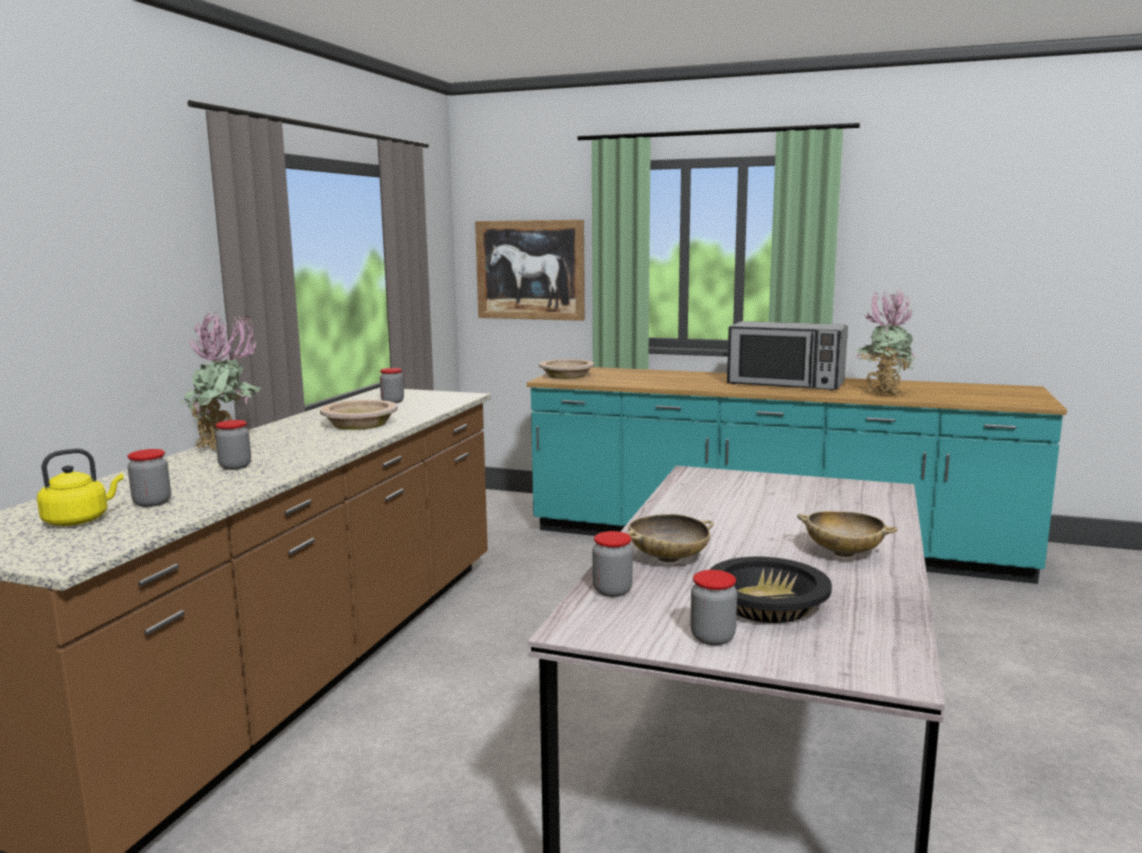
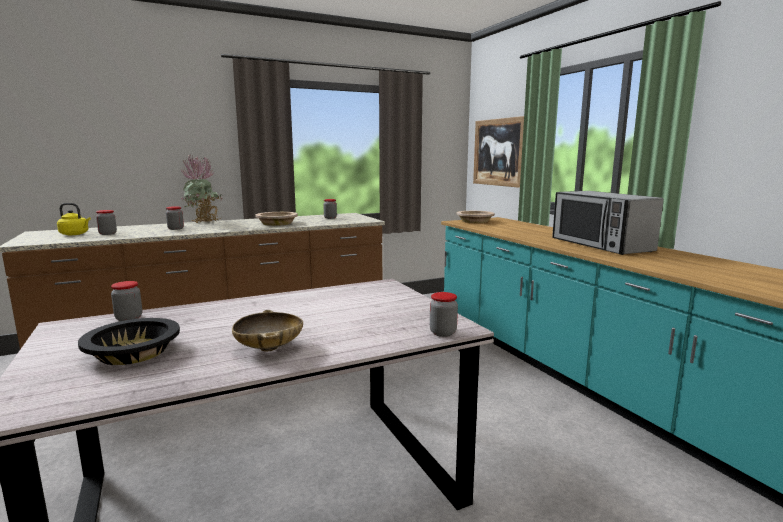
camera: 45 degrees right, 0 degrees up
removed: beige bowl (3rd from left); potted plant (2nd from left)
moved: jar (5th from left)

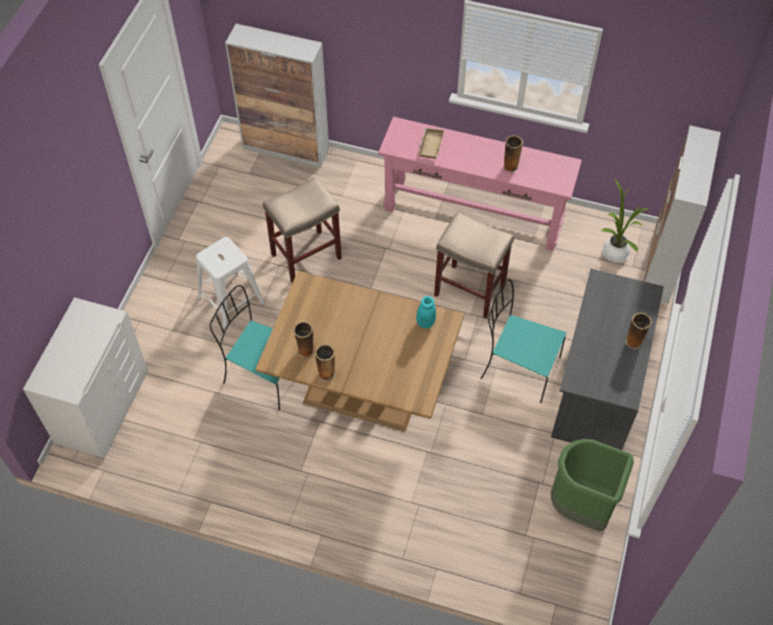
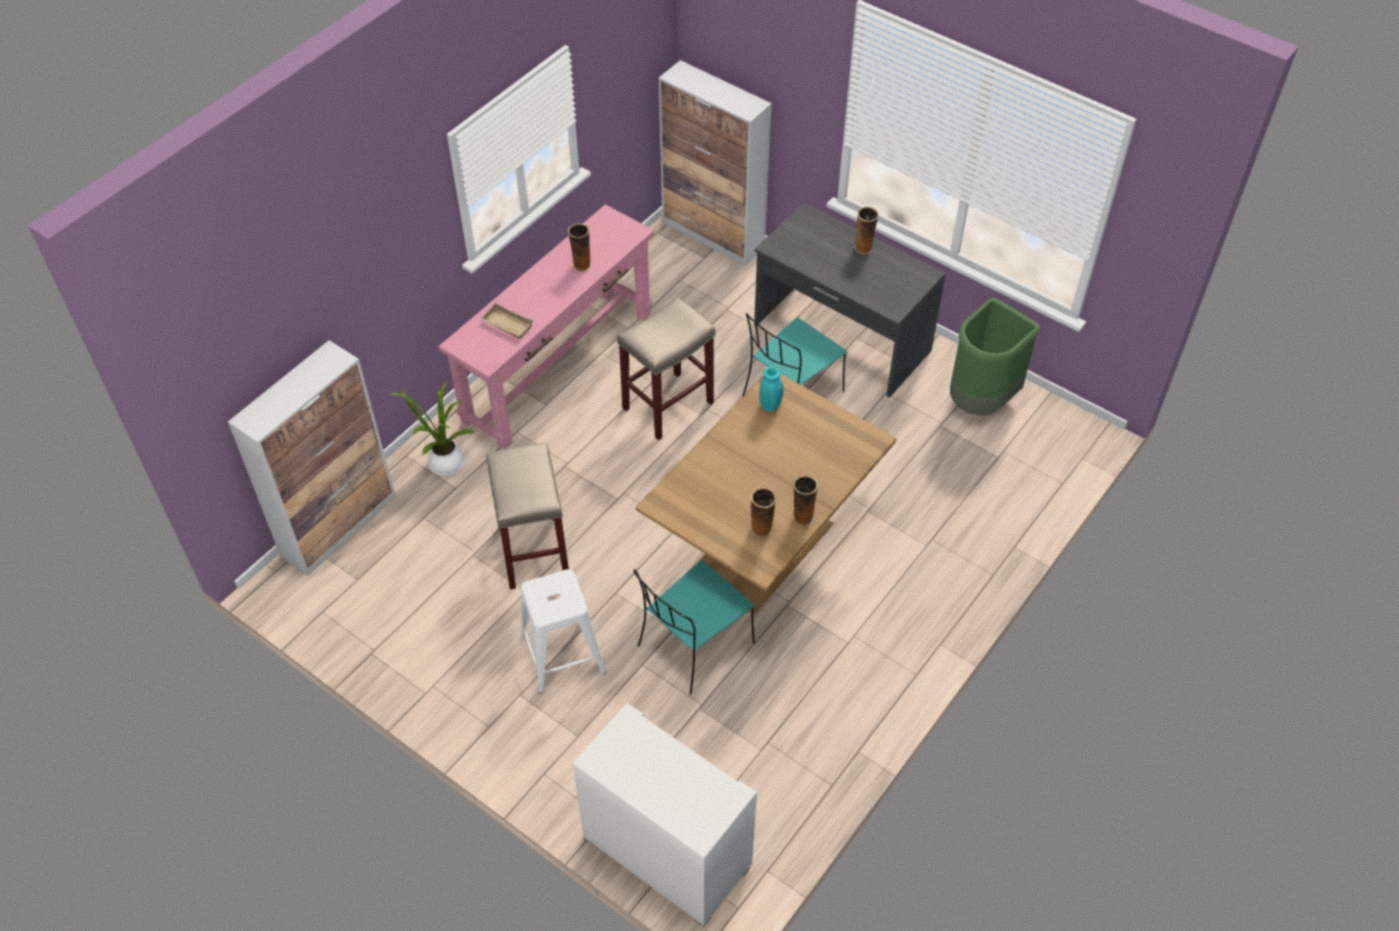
camera: 70 degrees left, 5 degrees down
moved: potted plant

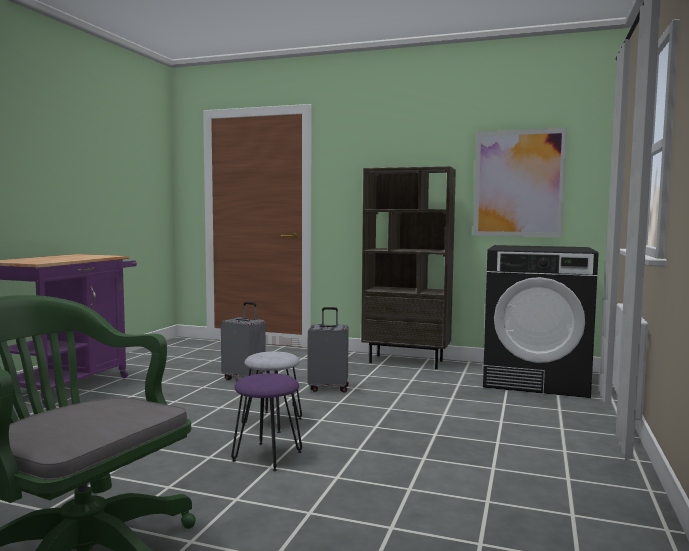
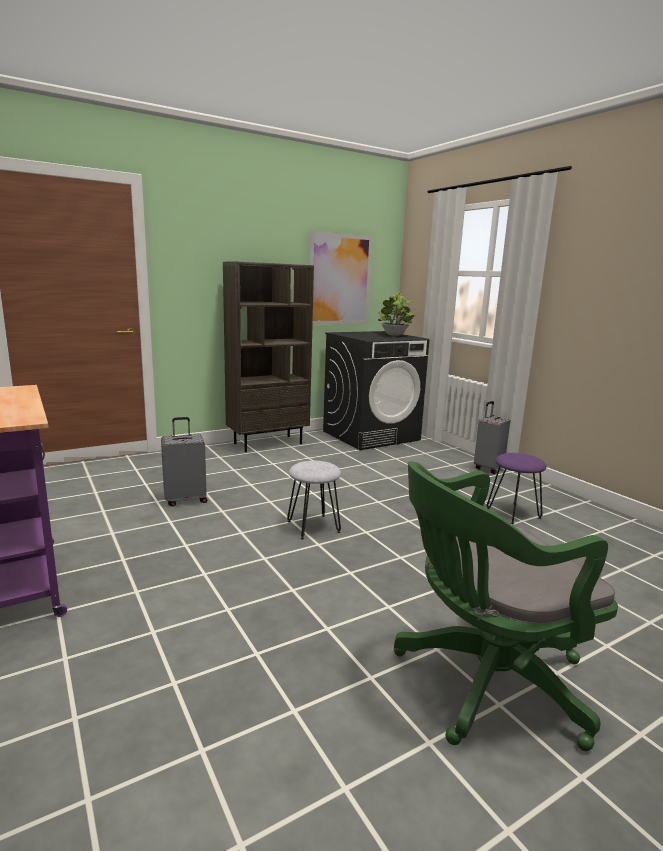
camera: 50 degrees left, 10 degrees up
added: potted plant
moved: purple stool; grey suitcase (2nd from left)

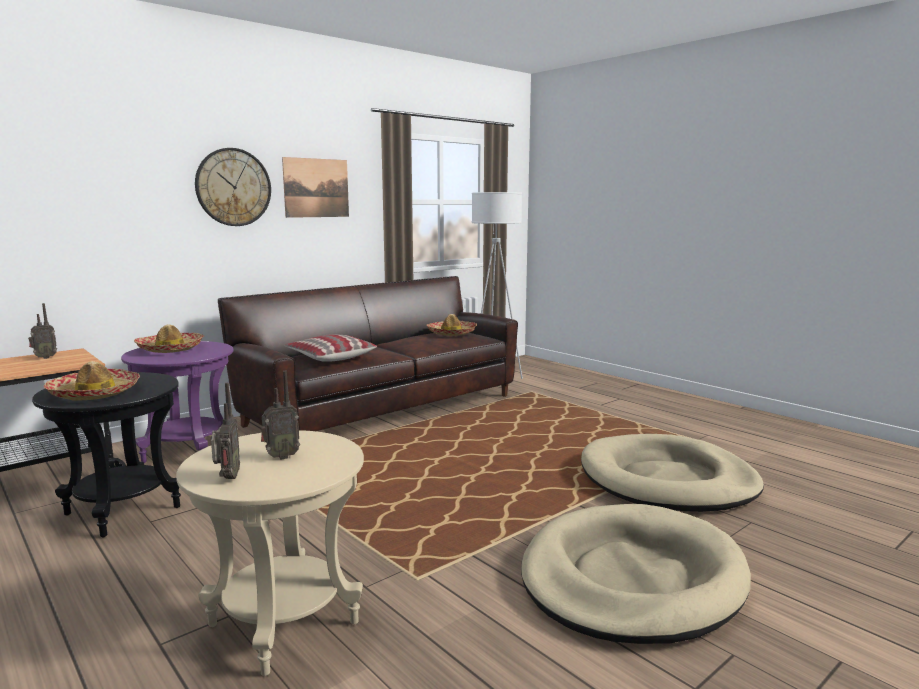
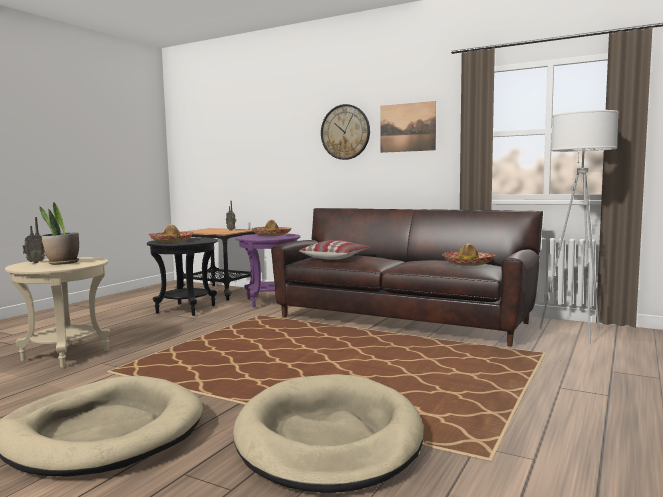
camera: 70 degrees right, 5 degrees down
replaced: radio (3rd from left) to potted plant

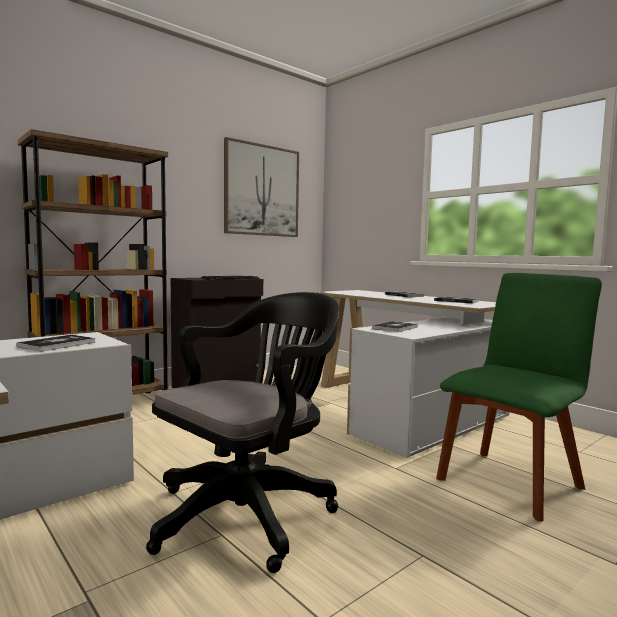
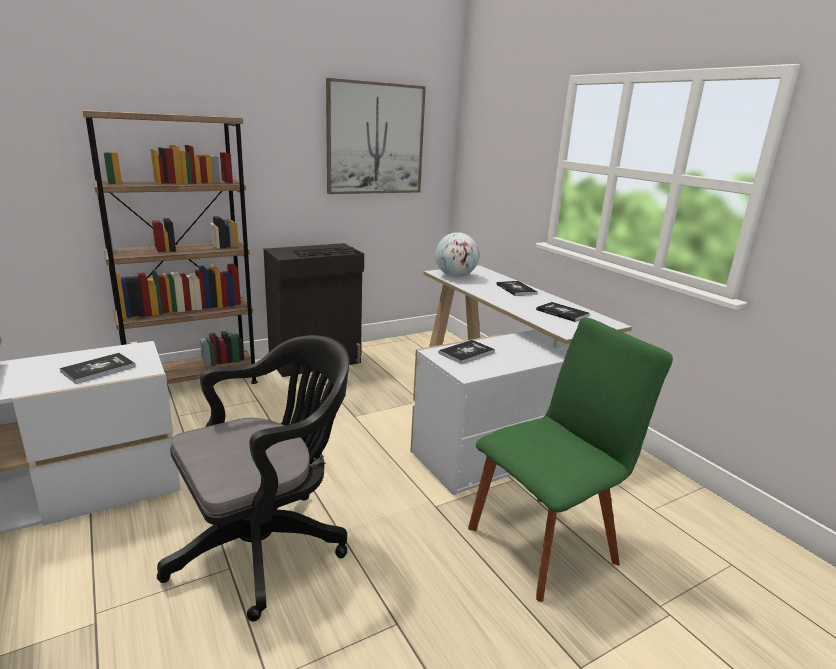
camera: 10 degrees right, 15 degrees up
added: globe

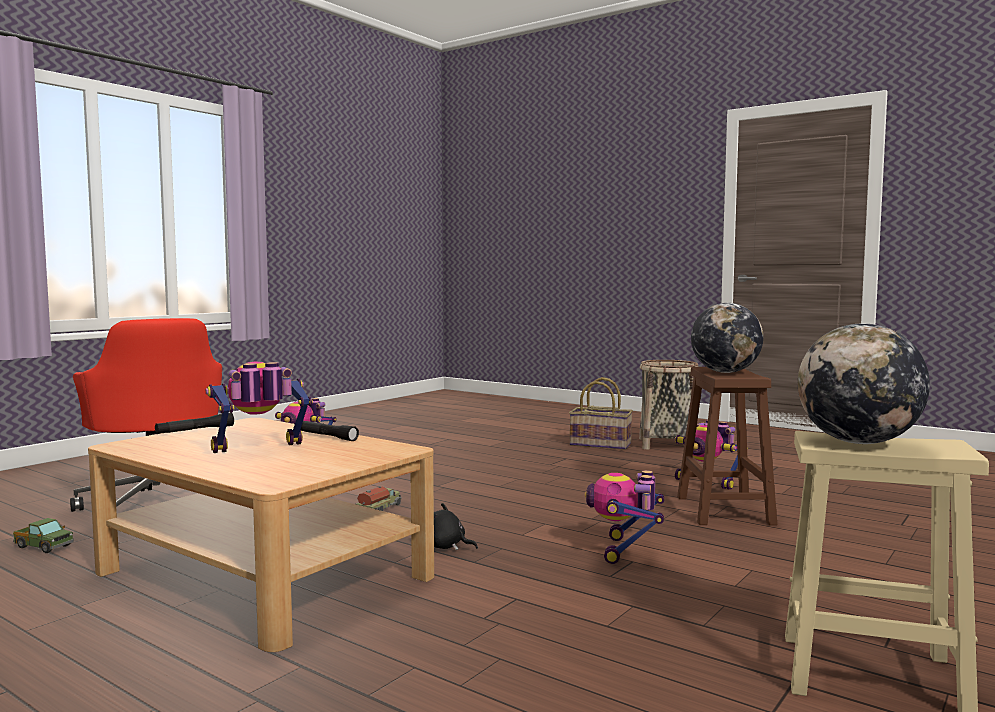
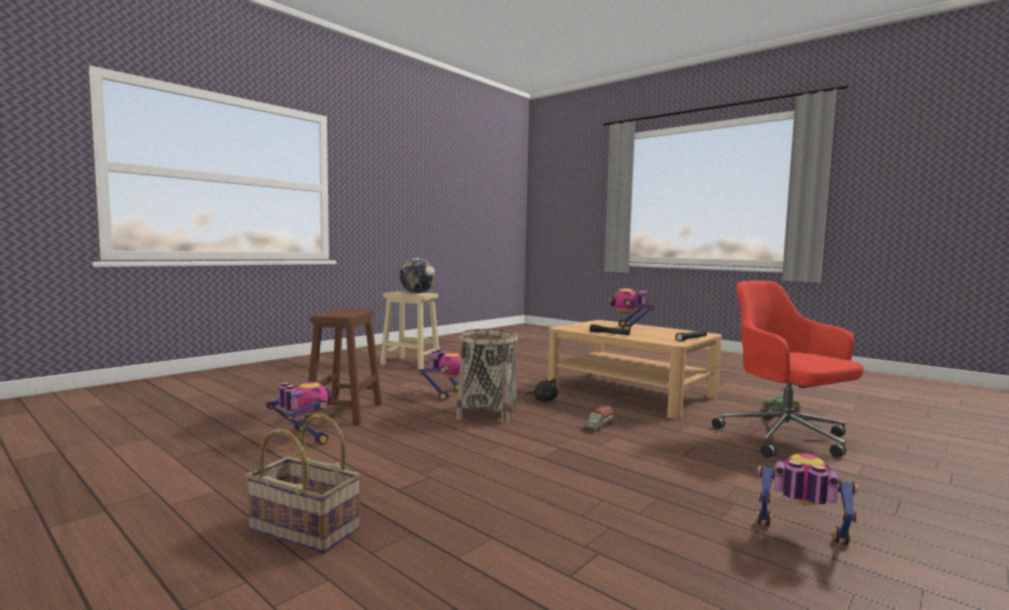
camera: 175 degrees left, 0 degrees up
removed: globe (1st from left)
moved: basket (2nd from left)
turned: toy robot (1st from left in the first image) 120 degrees clockwise

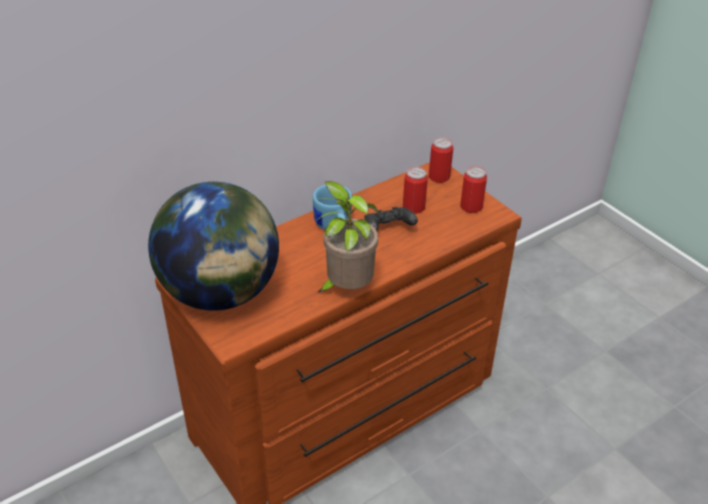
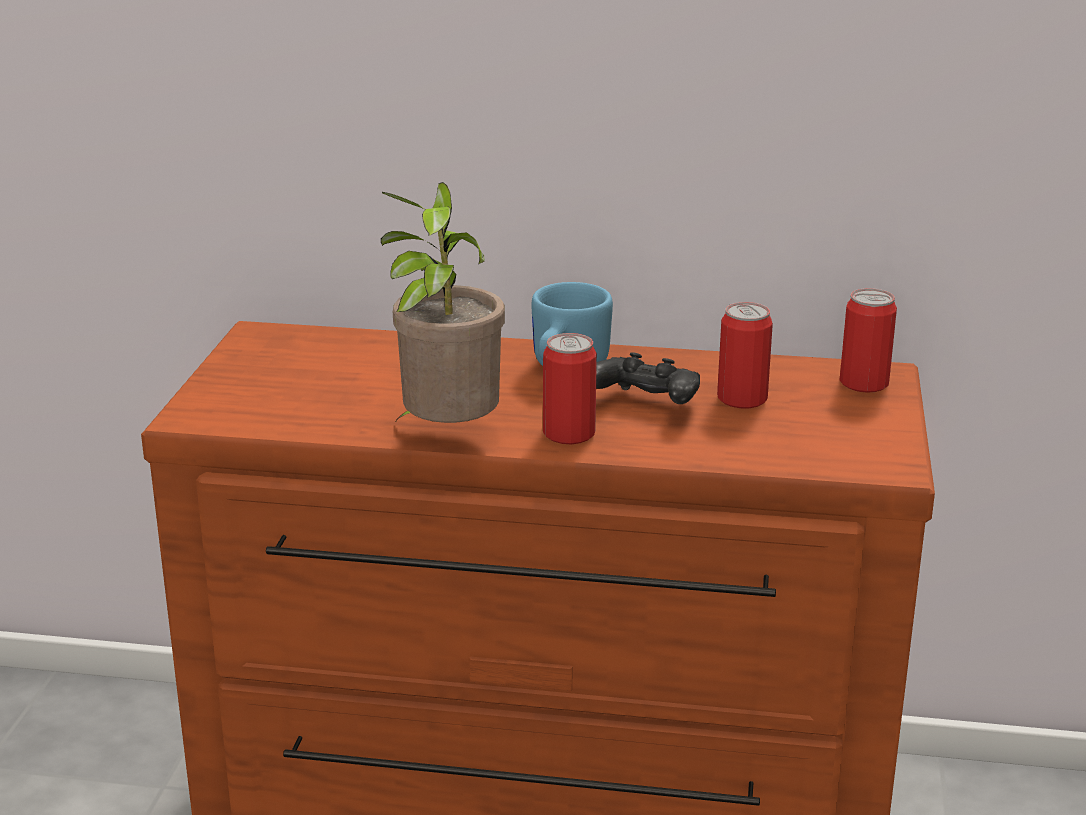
camera: 45 degrees right, 15 degrees down
removed: globe
moved: can (3rd from left in the first image) to can (1st from left)

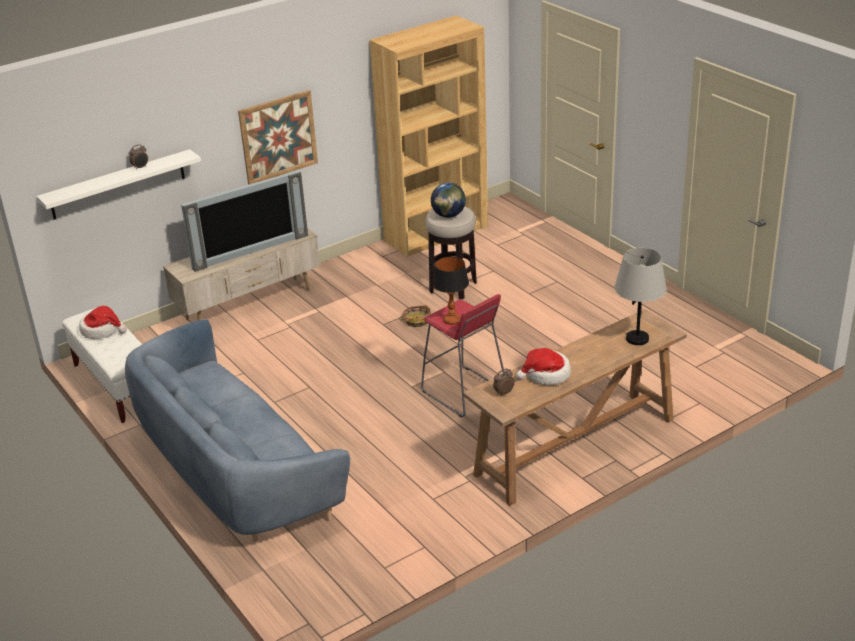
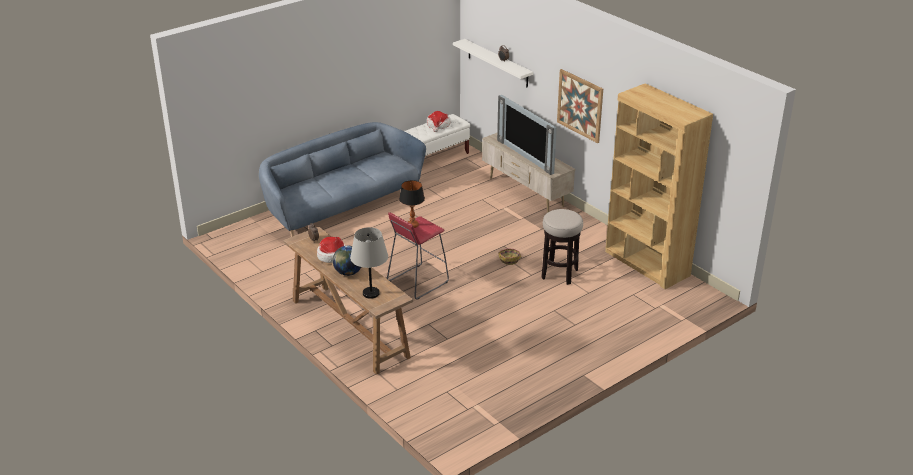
camera: 85 degrees right, 0 degrees up
moved: globe

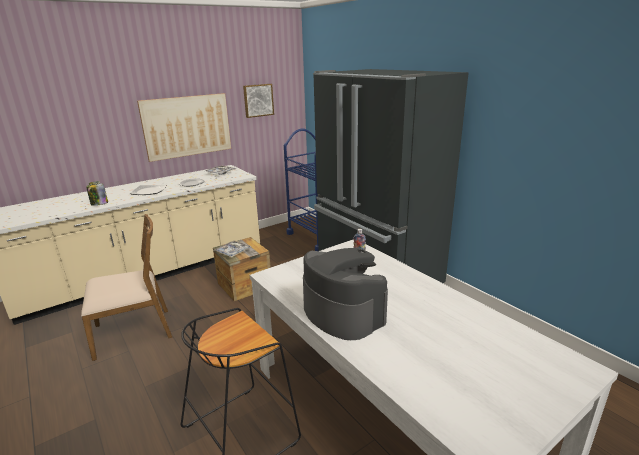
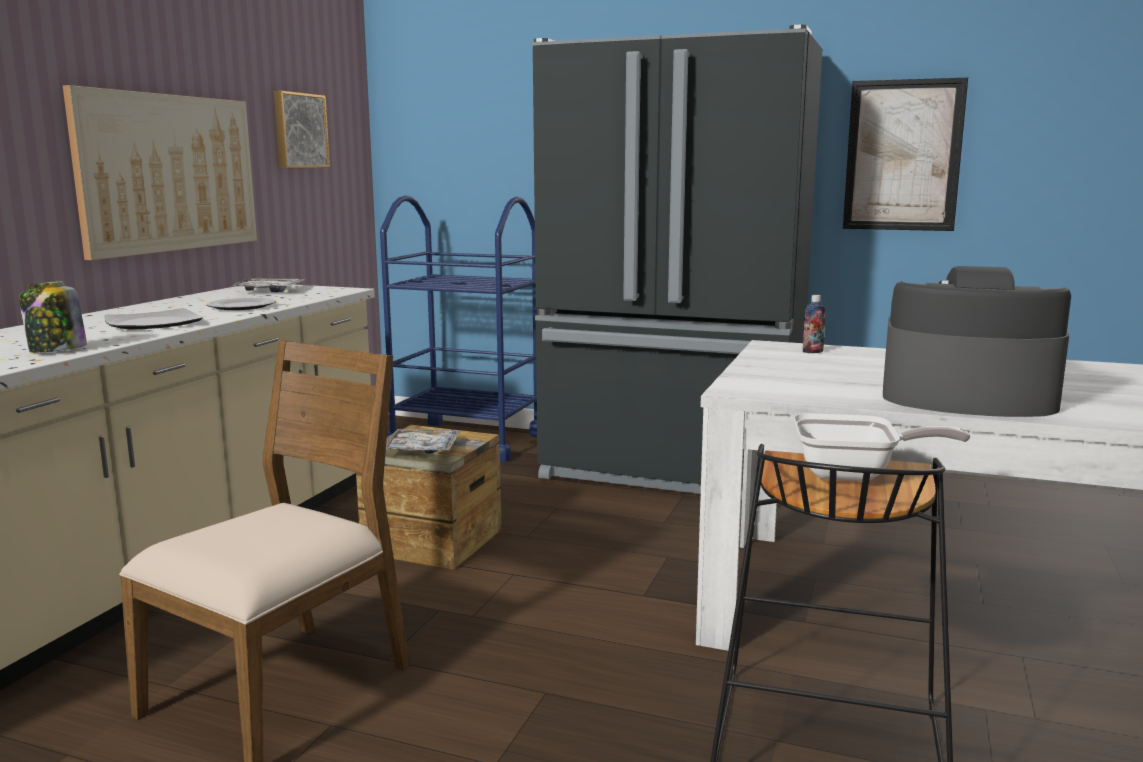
camera: 35 degrees left, 10 degrees down
added: frying pan; picture (3rd from left)

